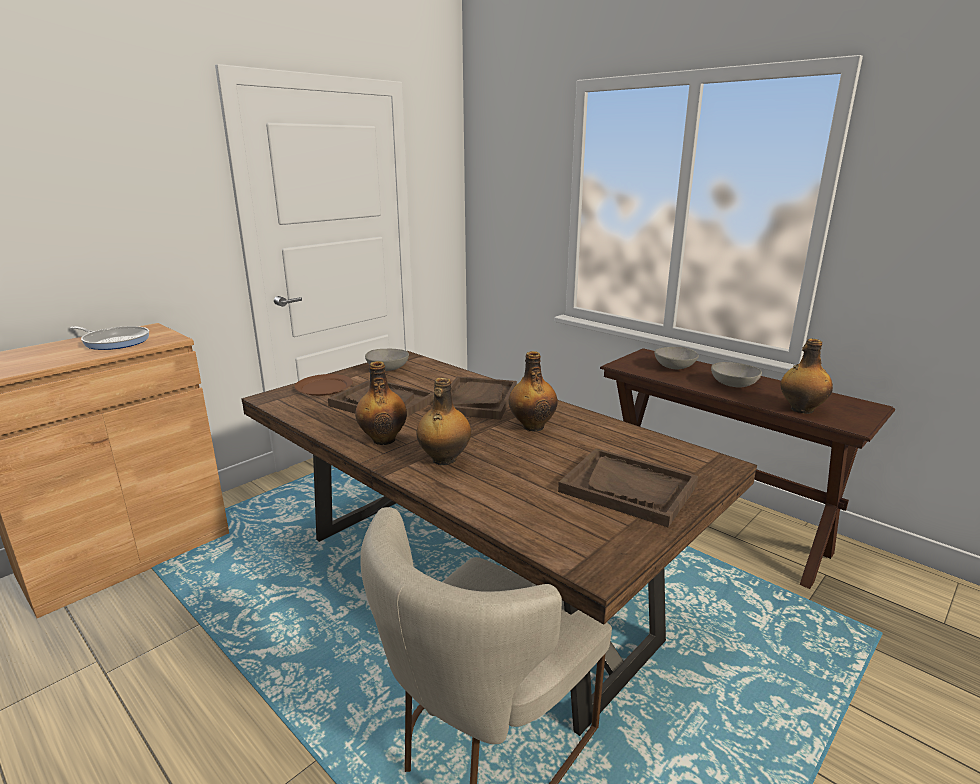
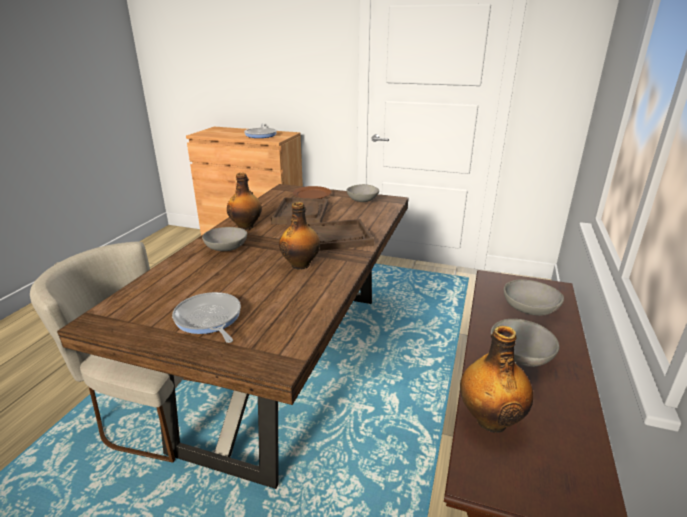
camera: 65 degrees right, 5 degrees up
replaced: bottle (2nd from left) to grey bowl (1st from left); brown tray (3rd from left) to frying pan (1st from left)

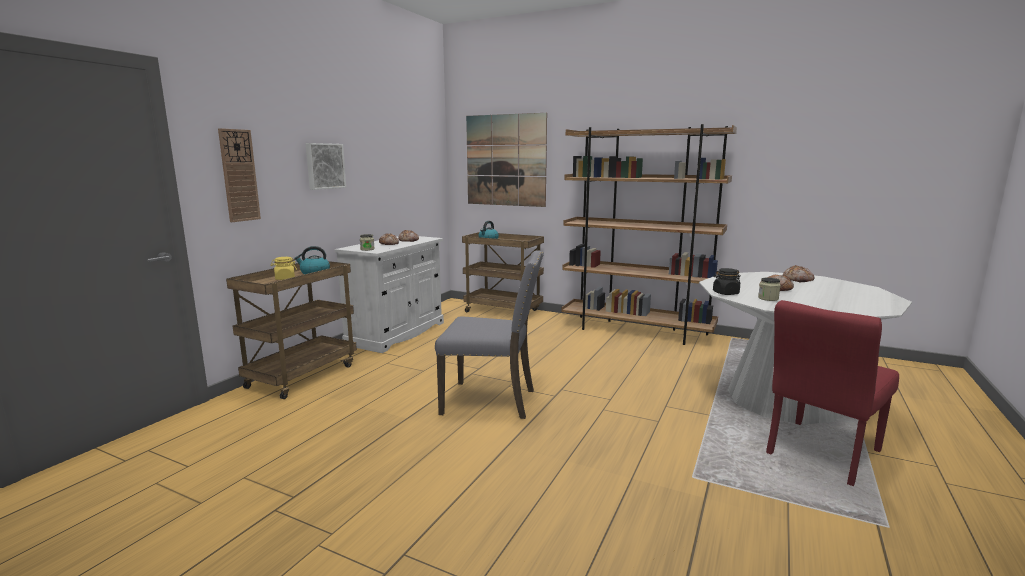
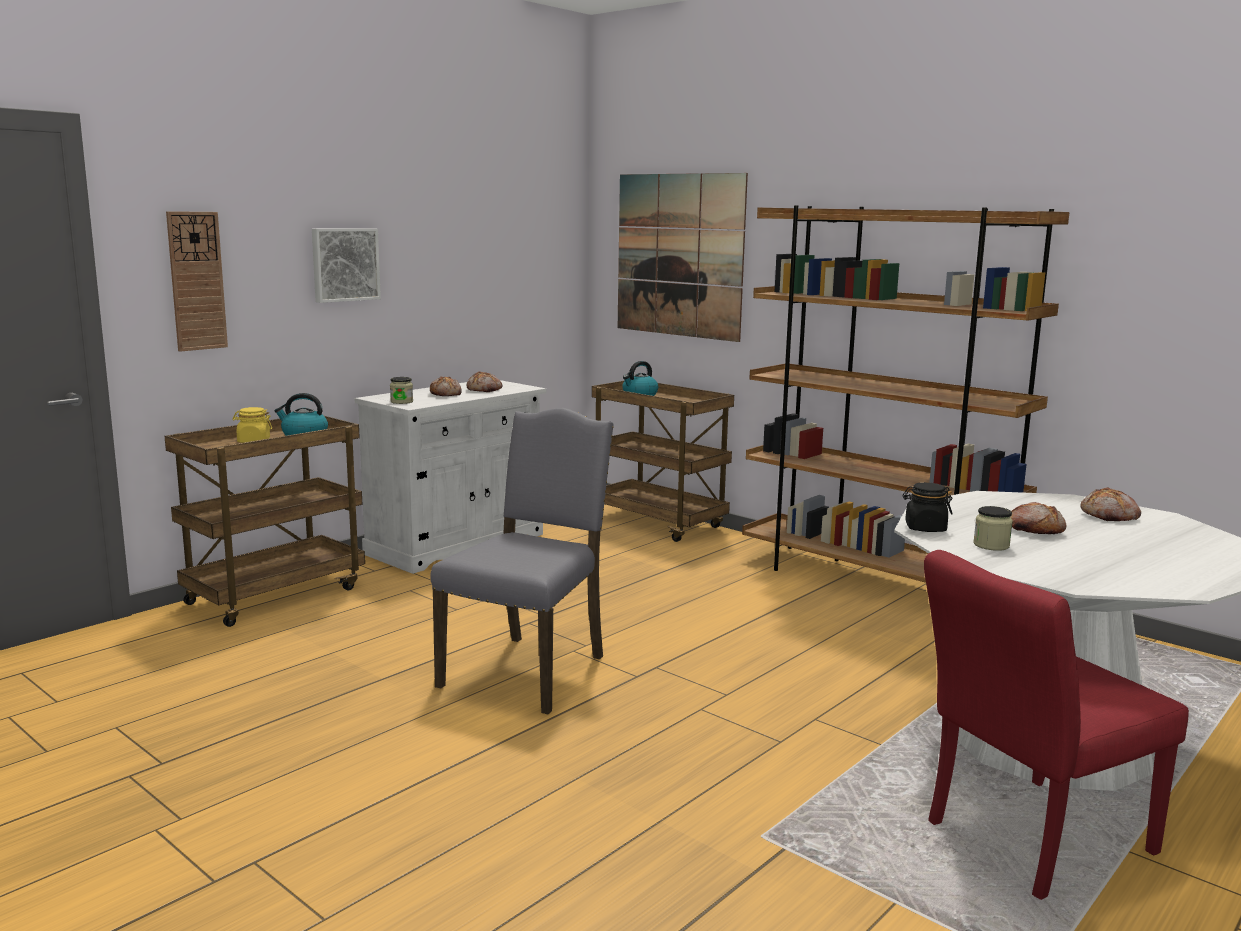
camera: 15 degrees right, 0 degrees up
turned: grey chair 90 degrees counterclockwise

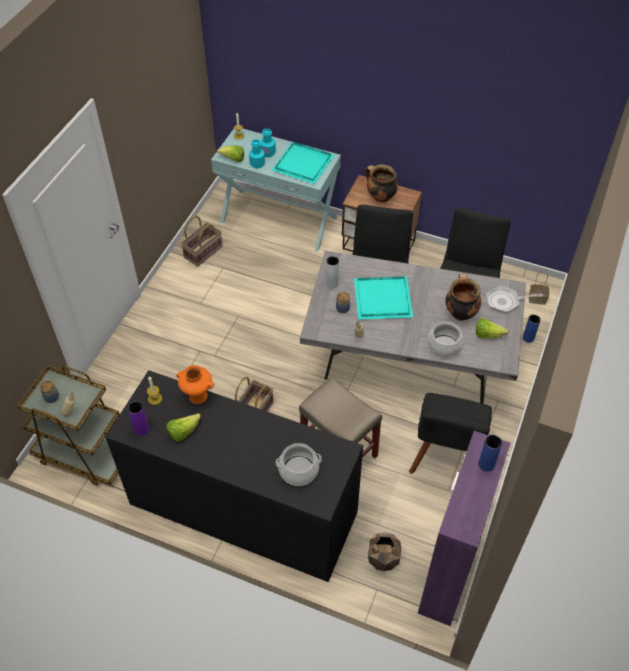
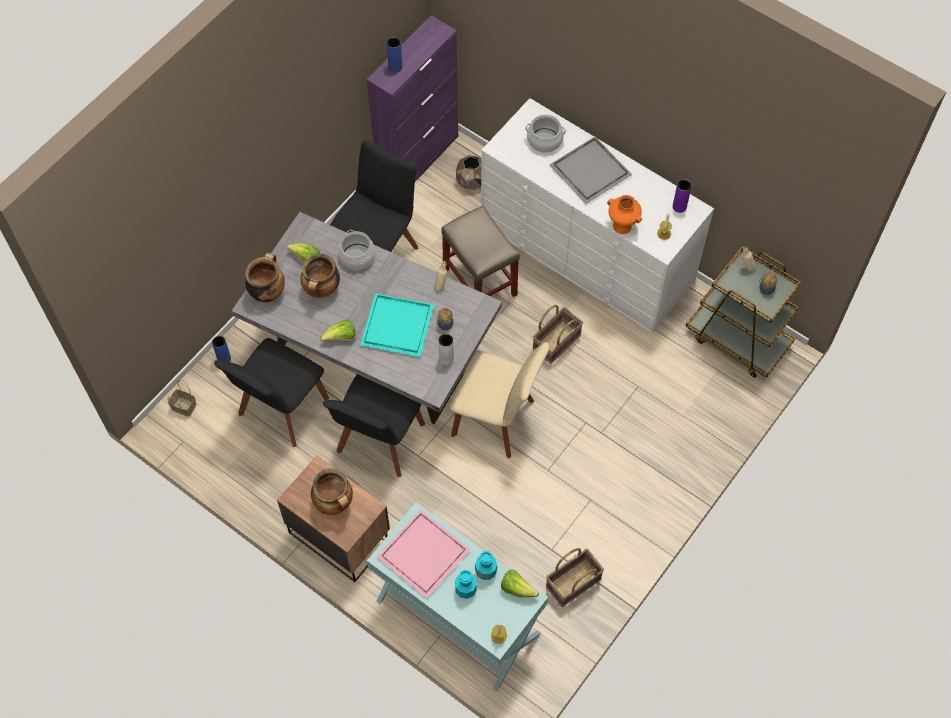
camera: 165 degrees left, 10 degrees up
added: beige chair; grey tray
moved: lettuce (1st from left in the first image) to lettuce (2nd from left)
replaced: frying pan to cooking pot (1st from left)
recoloured: black dresser to white dresser; turquoise tray (1st from left) to pink tray

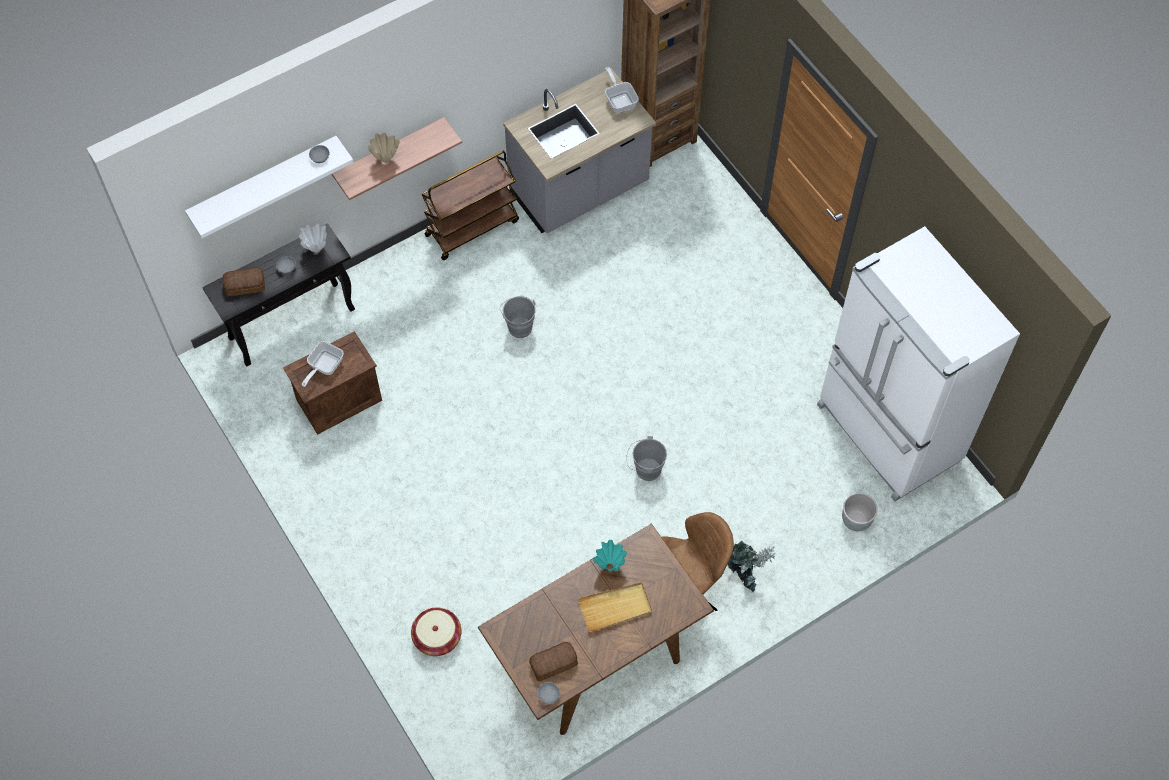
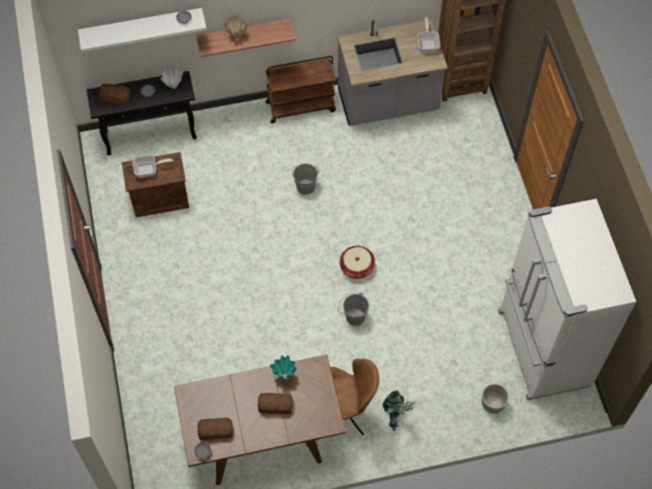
camera: 20 degrees right, 0 degrees up
moved: basket
replaced: beige tray to bread (3rd from left)
turned: frying pan (1st from left) 150 degrees counterclockwise

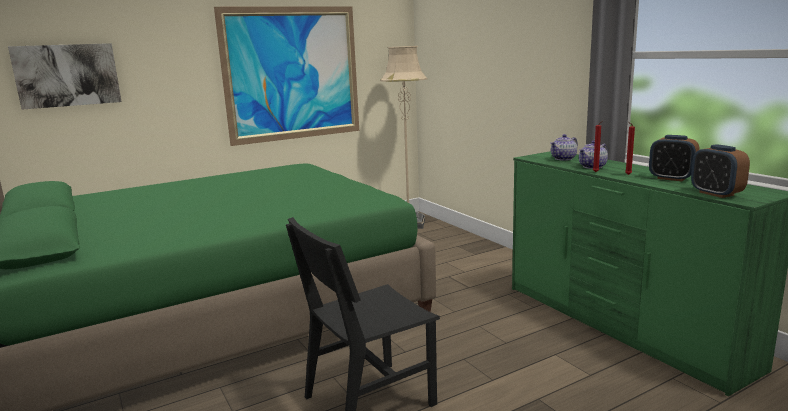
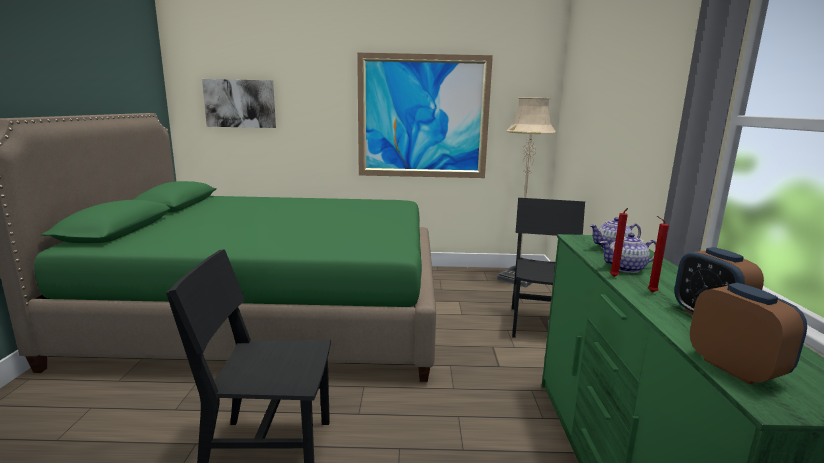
camera: 30 degrees right, 0 degrees up
added: black chair (2nd from left)
turned: alarm clock (2nd from left) 150 degrees clockwise

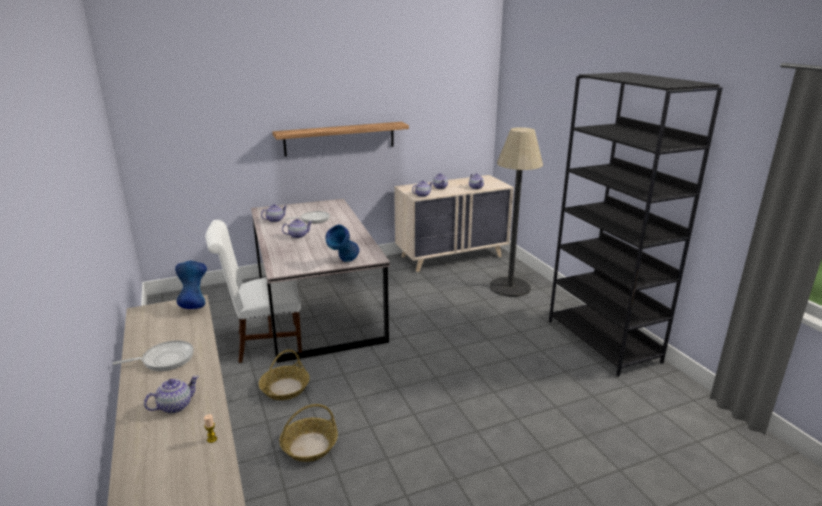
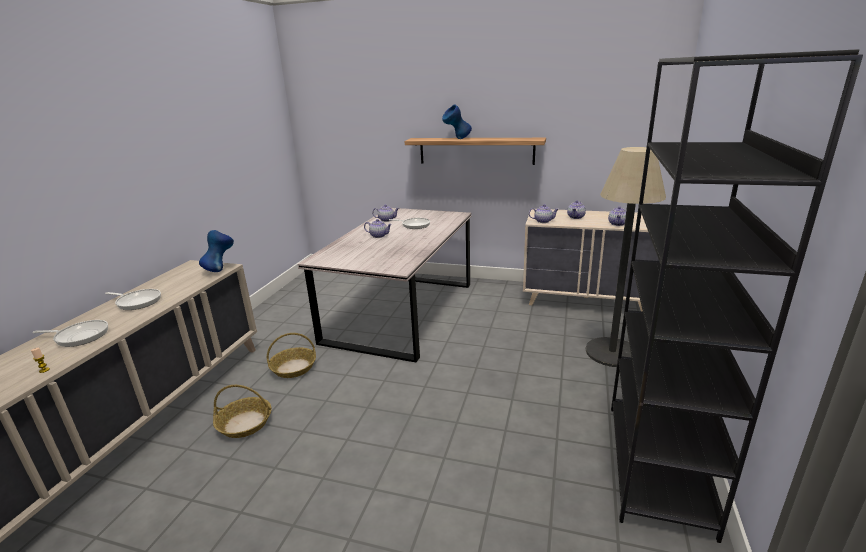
camera: 40 degrees right, 0 degrees up
removed: white chair
moved: blue vase (2nd from left)
replaced: teapot (1st from left) to frying pan (1st from left)

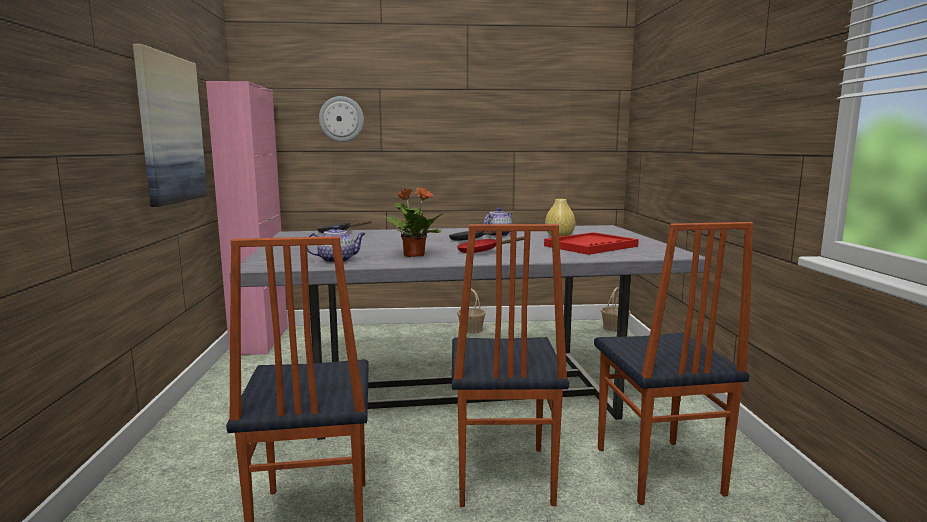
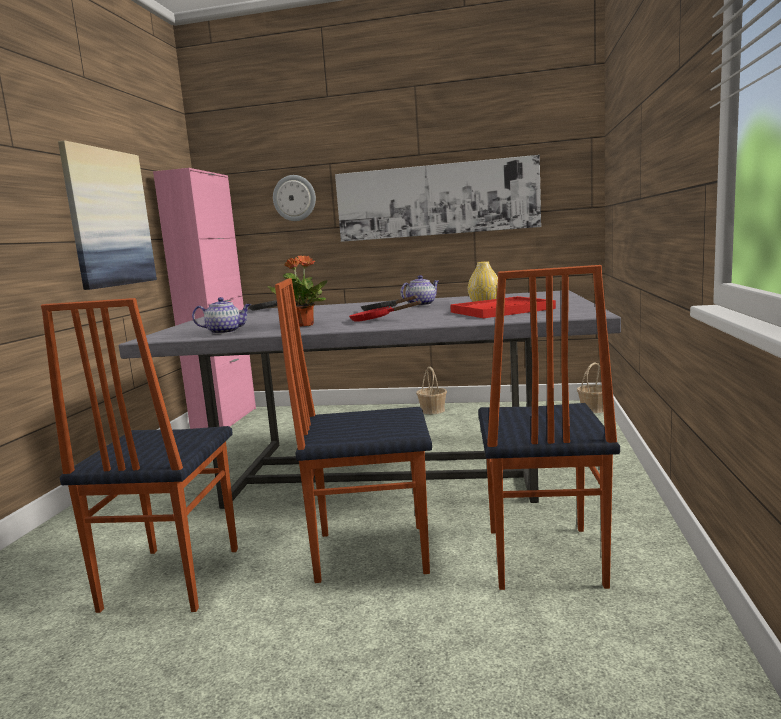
camera: 15 degrees right, 0 degrees up
added: picture (2nd from left)
turned: chair (2nd from left) 75 degrees clockwise

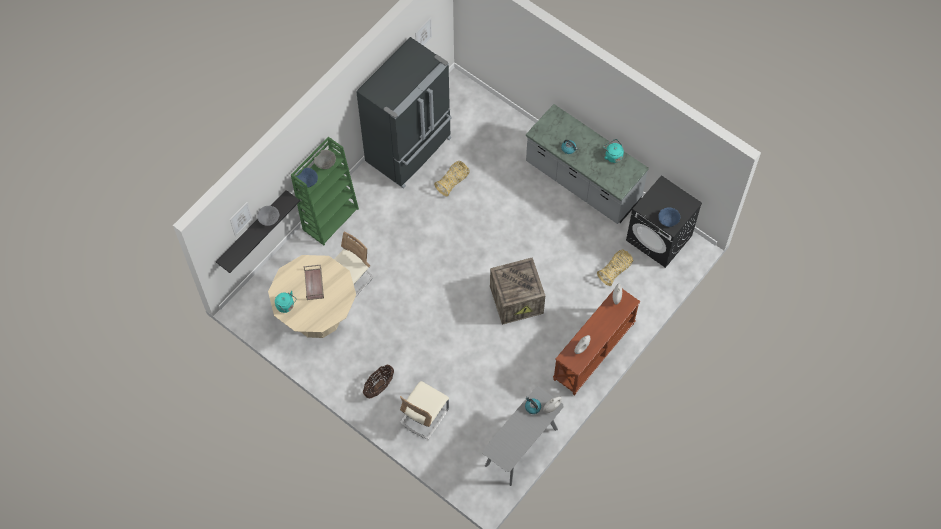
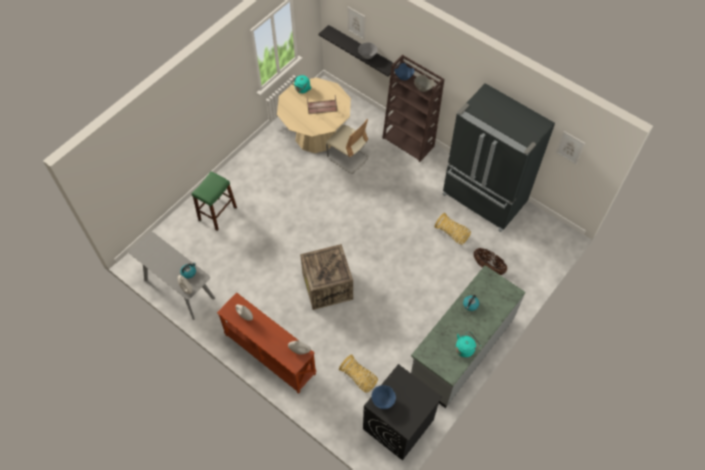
camera: 90 degrees right, 5 degrees down
moved: basket (1st from left in the first image) to basket (3rd from left)
replaced: beige chair (2nd from left) to green stool
recoloured: green bookcase to brown bookcase

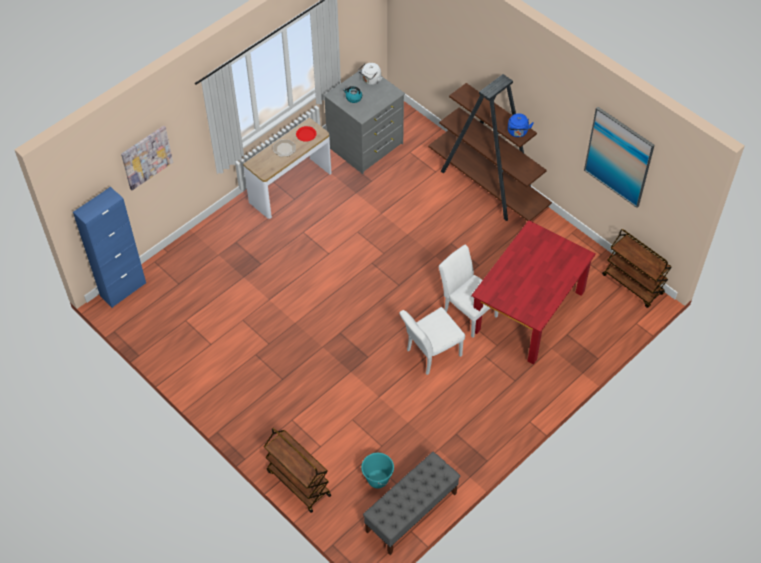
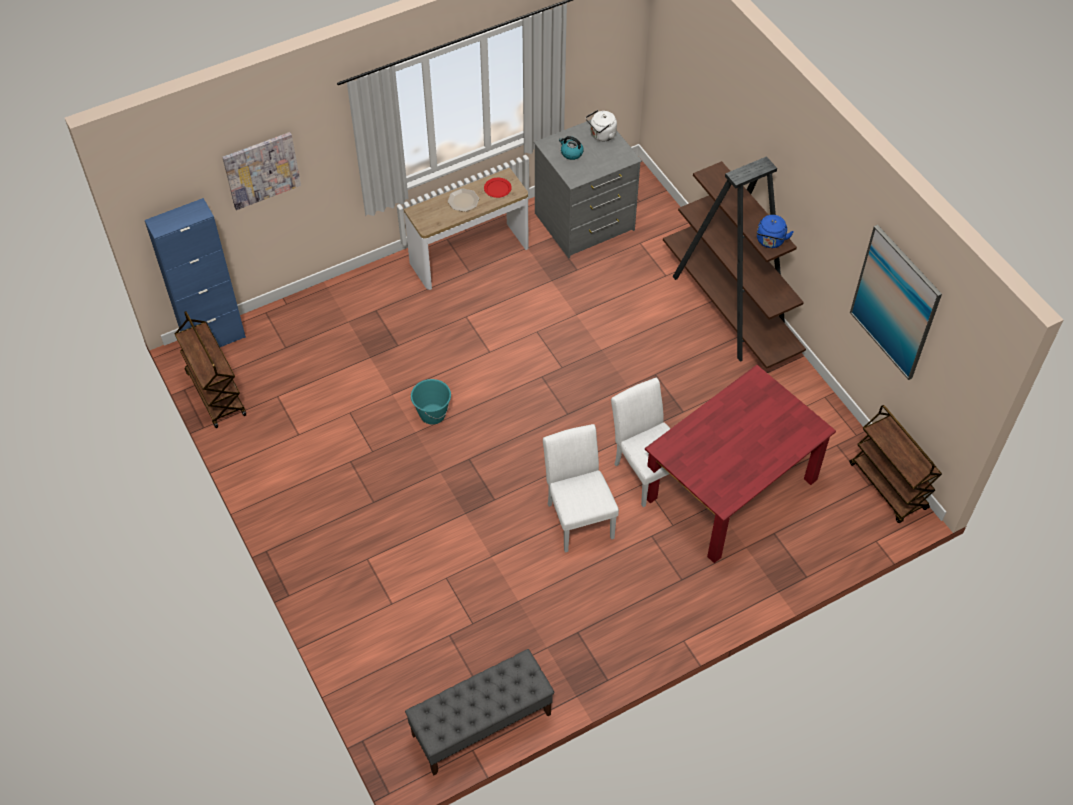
camera: 15 degrees right, 0 degrees up
moved: brown cart (1st from left); turquoise bucket
turned: white chair (1st from left) 90 degrees clockwise

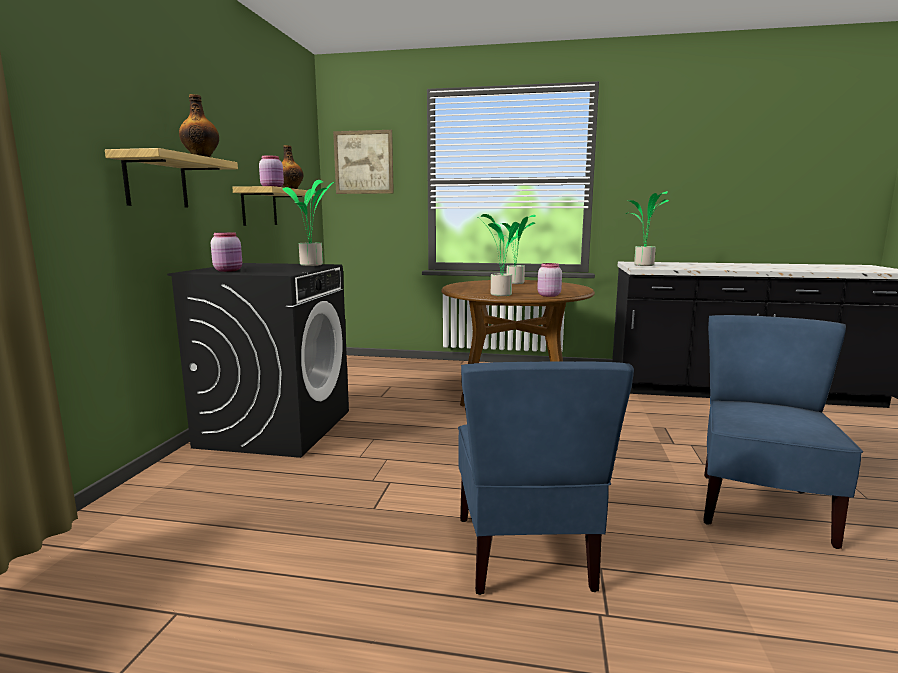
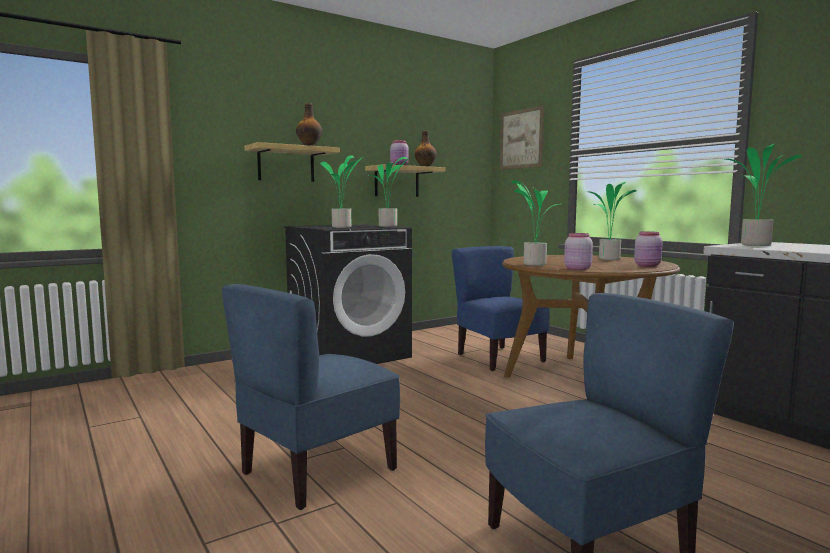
camera: 45 degrees right, 5 degrees down
added: potted plant (1st from left); blue chair (2nd from left)
moved: pink jar (1st from left in the first image) to pink jar (3rd from left)

